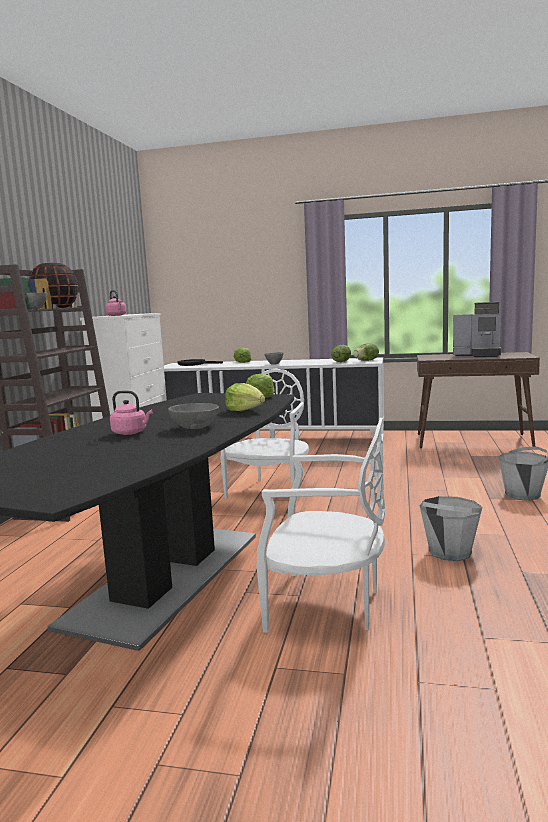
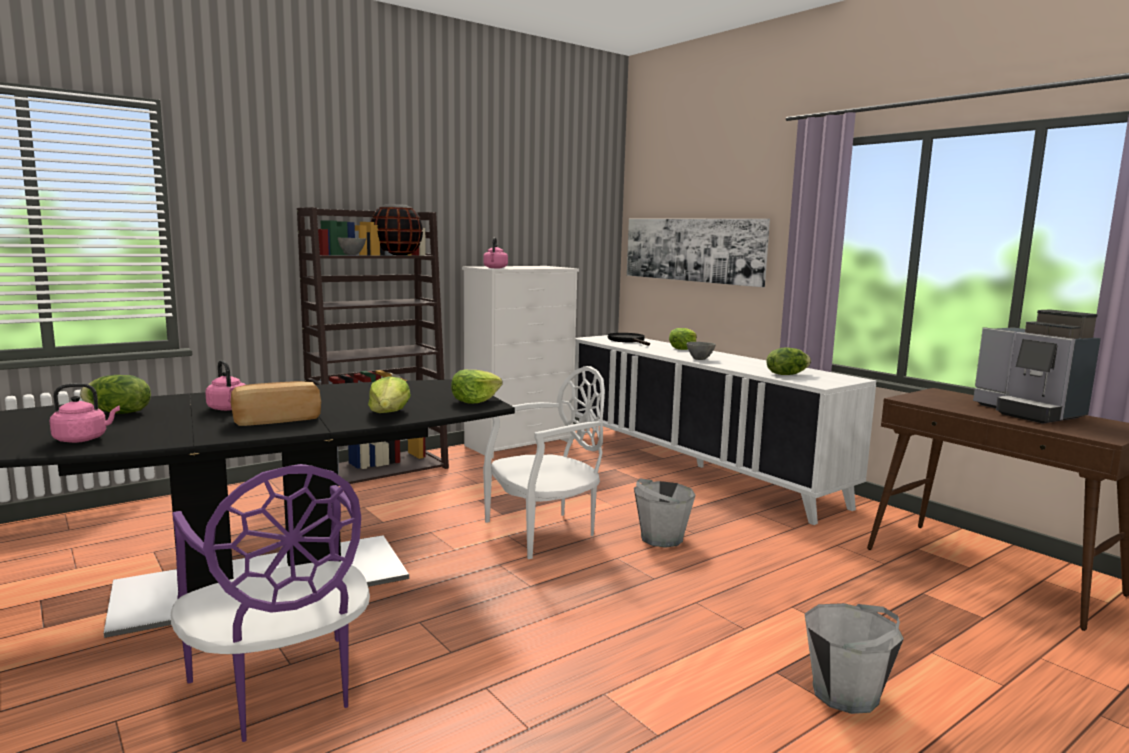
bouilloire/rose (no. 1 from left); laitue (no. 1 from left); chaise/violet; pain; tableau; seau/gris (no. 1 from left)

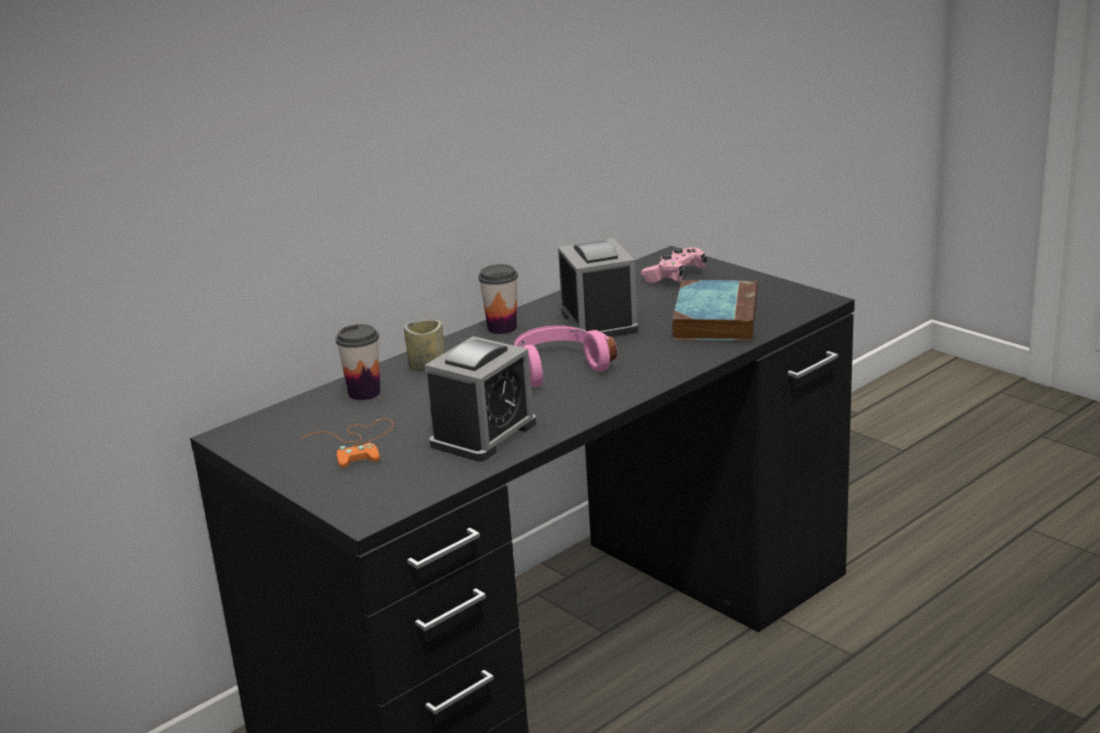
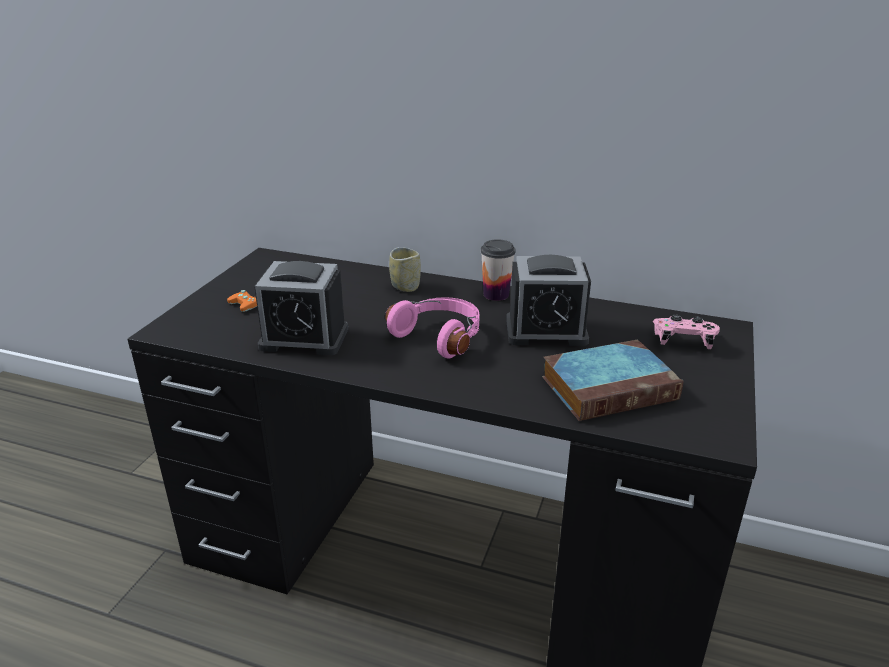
réveil (no. 2 from left); tasse (no. 1 from left in the first image)

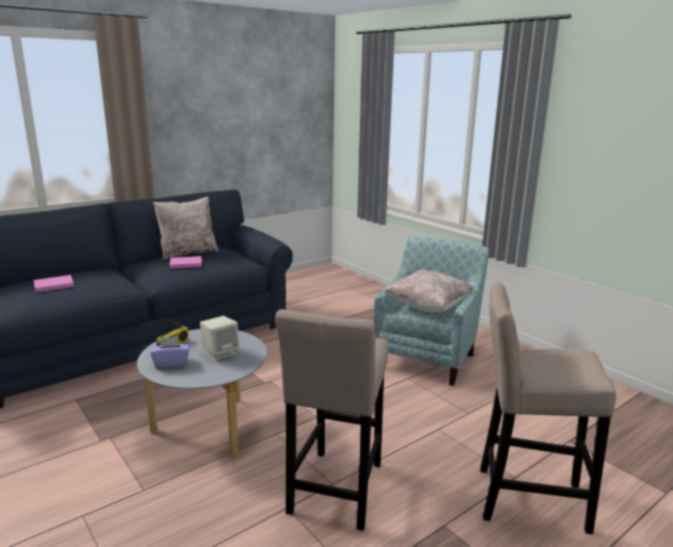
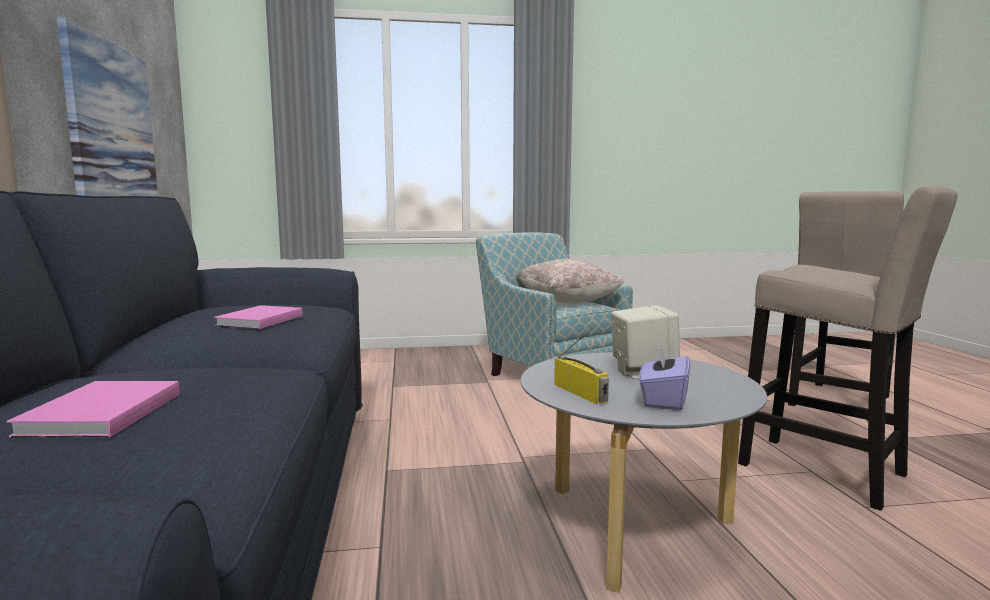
tableau; coussin/beige (no. 1 from left in the first image)

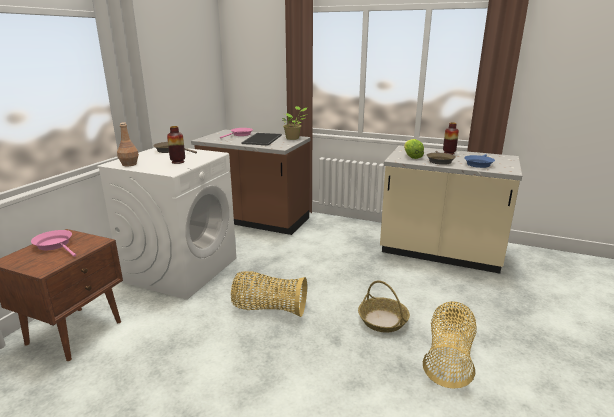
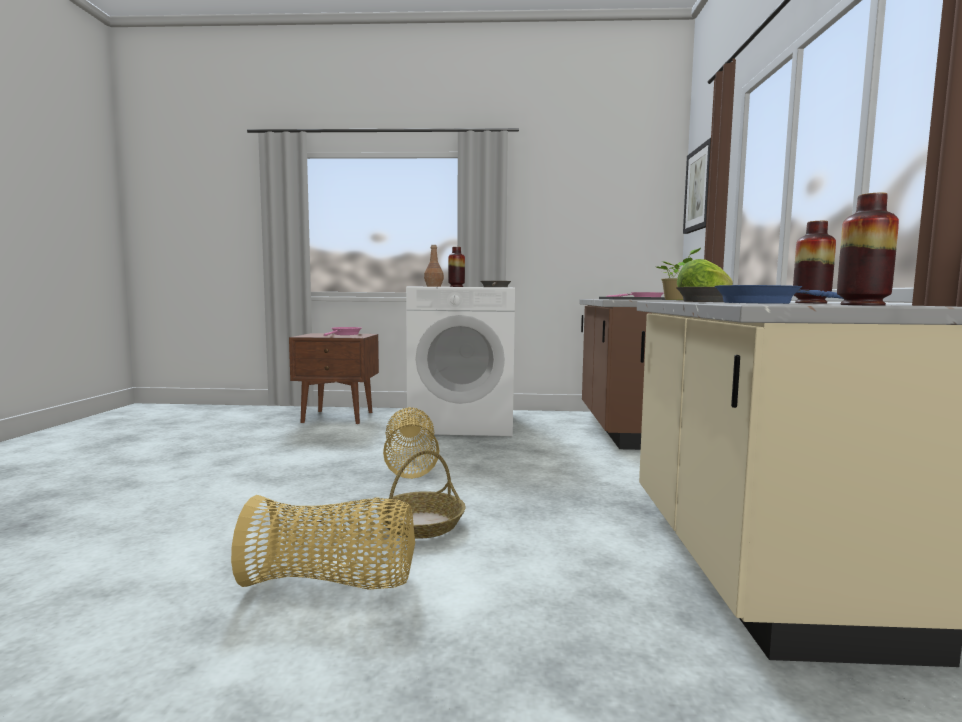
tableau; vase (no. 3 from left)

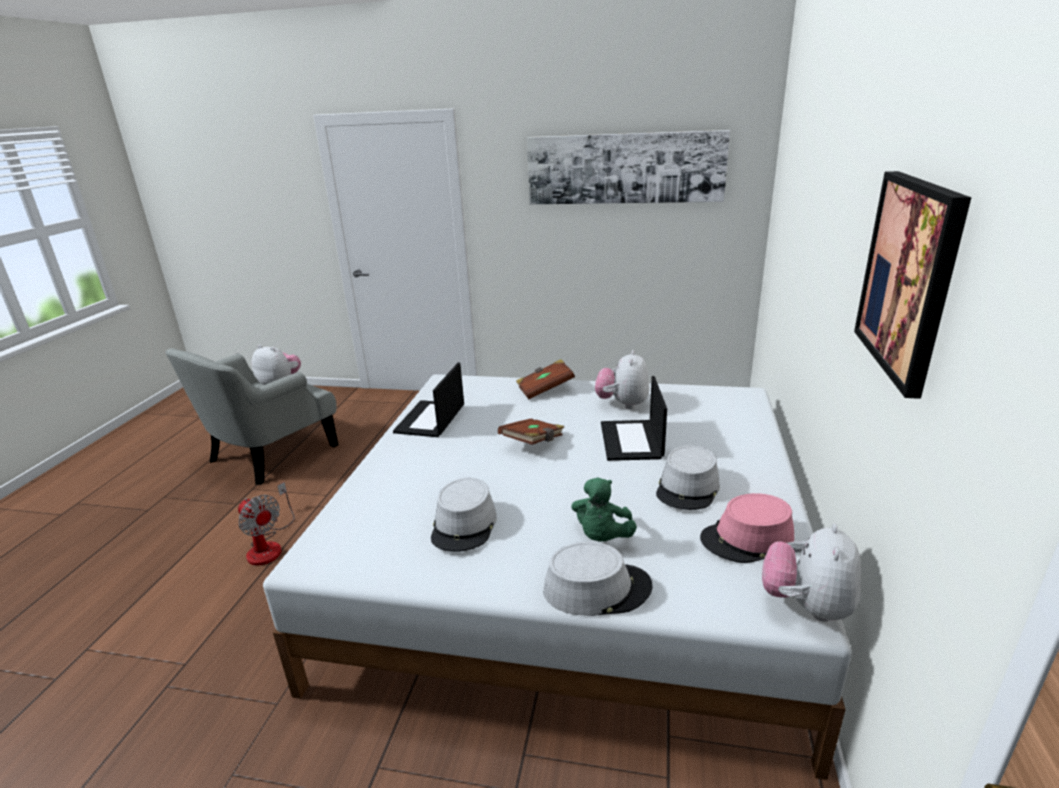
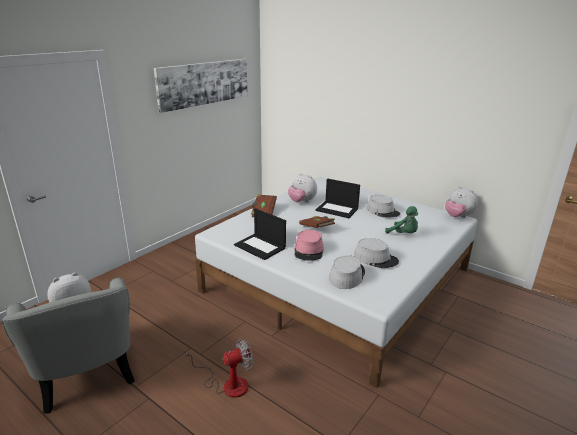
chapeau/rose; chapeau/gris (no. 1 from left); tableau (no. 2 from left in the first image)

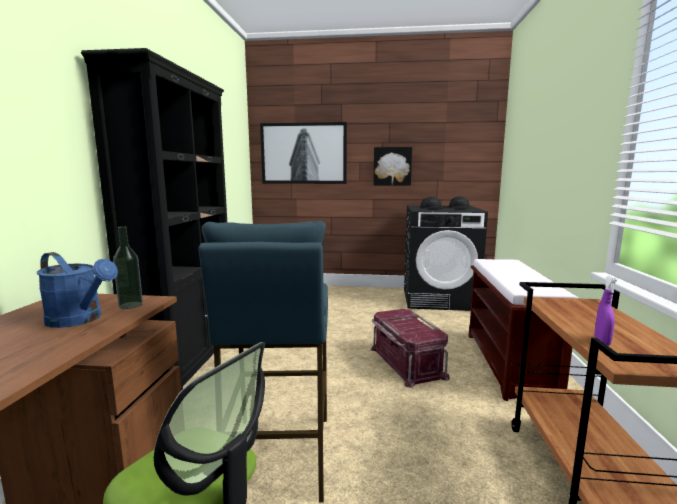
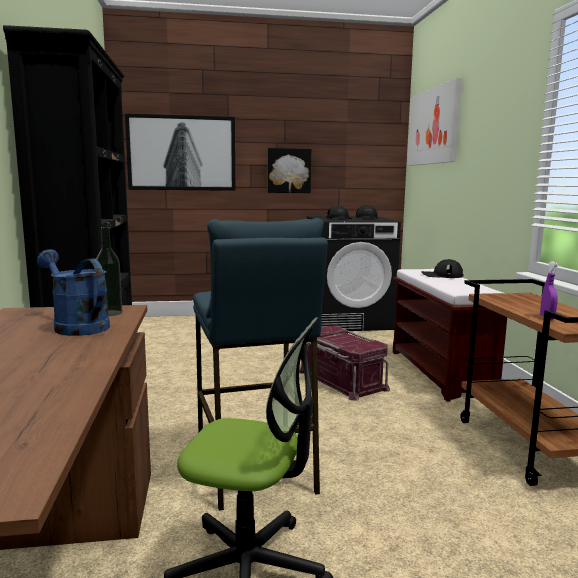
arrosoir/bleu; tableau (no. 3 from left); casquette/noir (no. 3 from left)

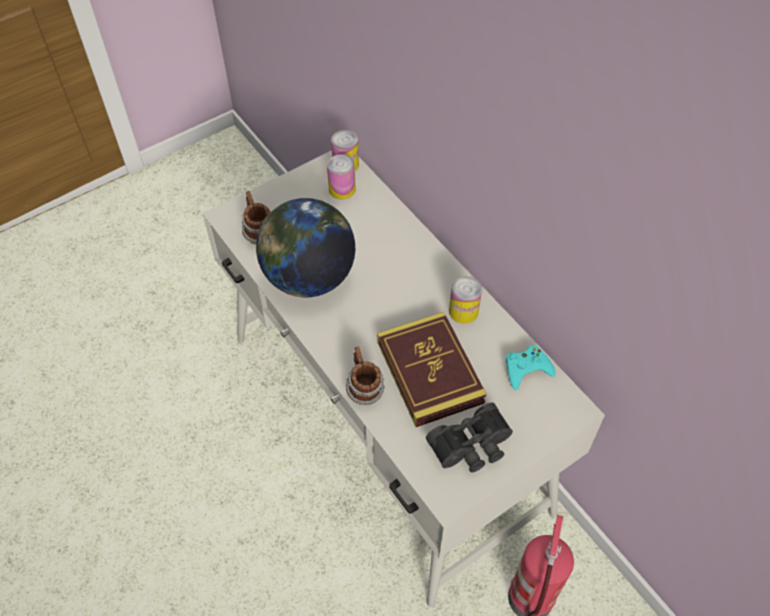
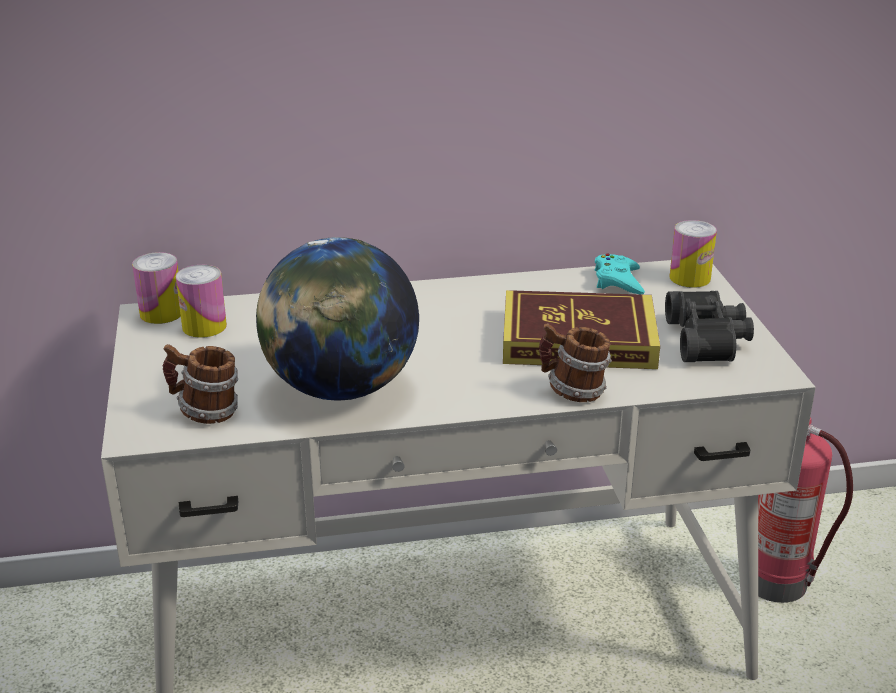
boîte métallique (no. 3 from left)

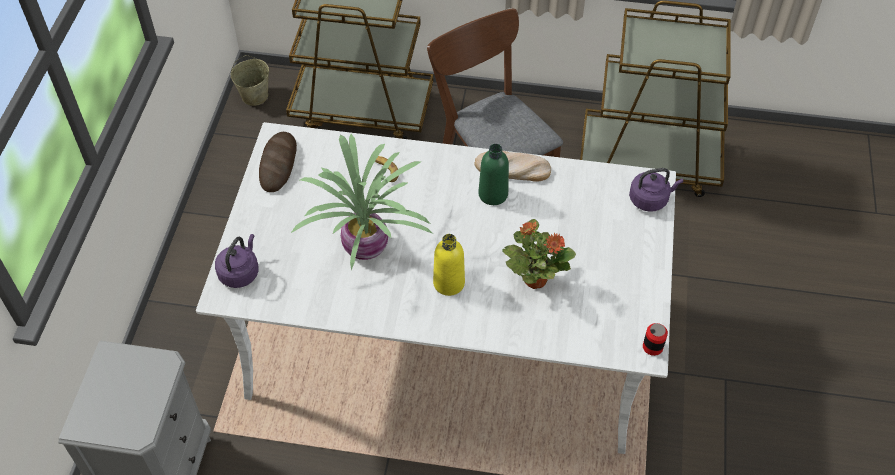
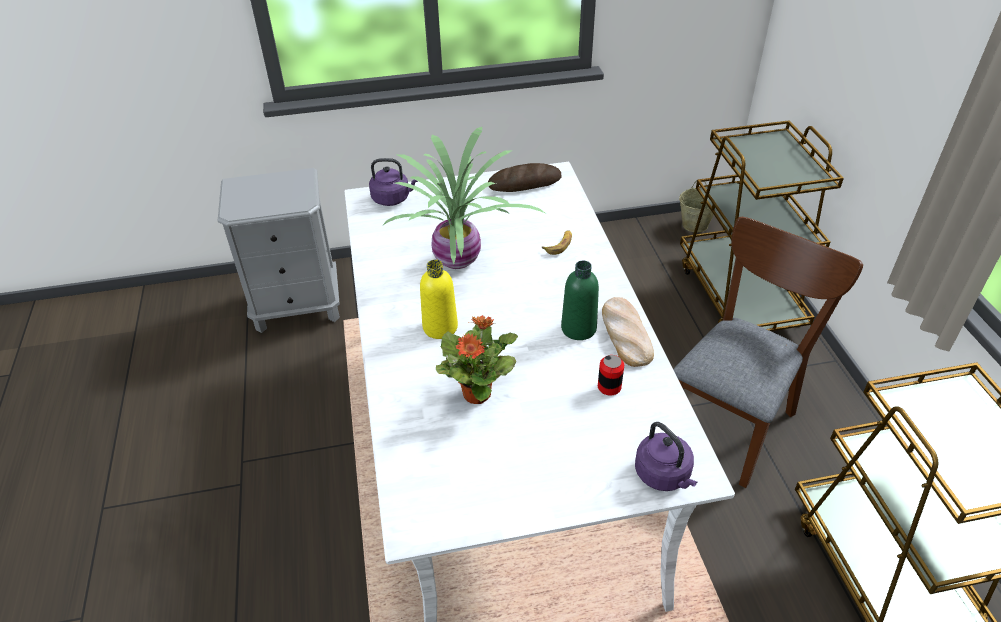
boîte métallique

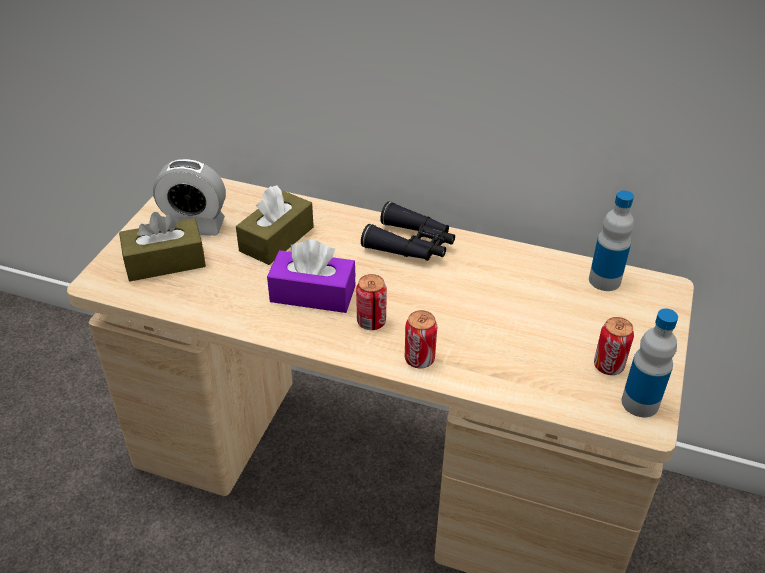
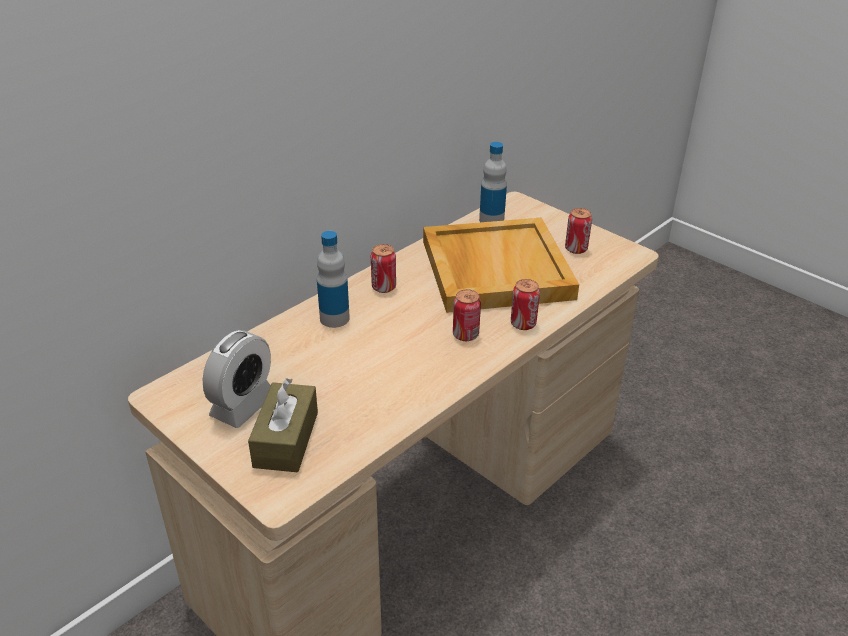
bouteille (no. 1 from left); boîte métallique (no. 1 from left); plateau/beige; boîte à mouchoirs/marron (no. 2 from left in the first image); boîte à mouchoirs/violet

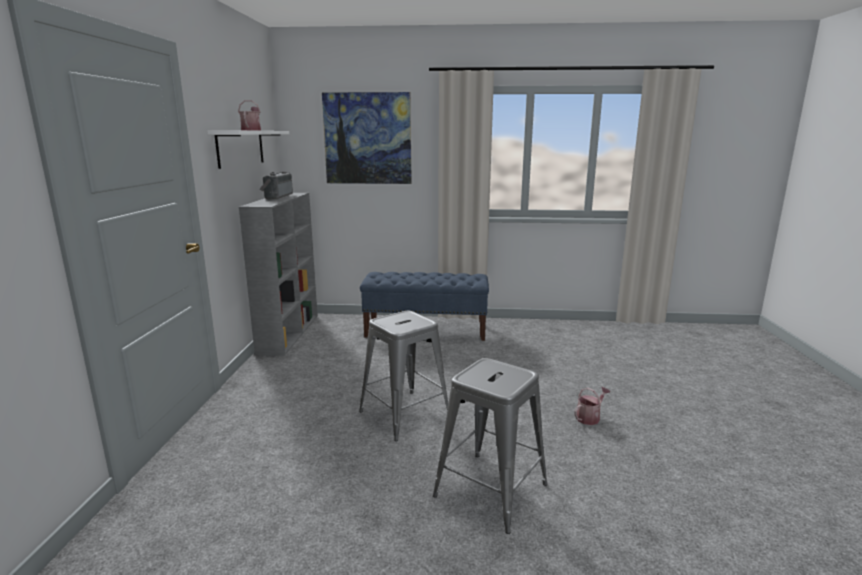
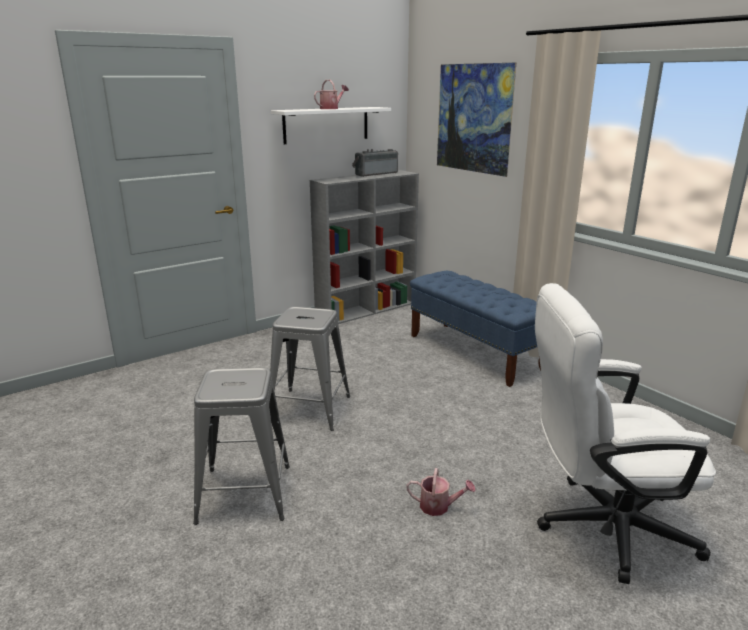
chaise de bureau/blanc

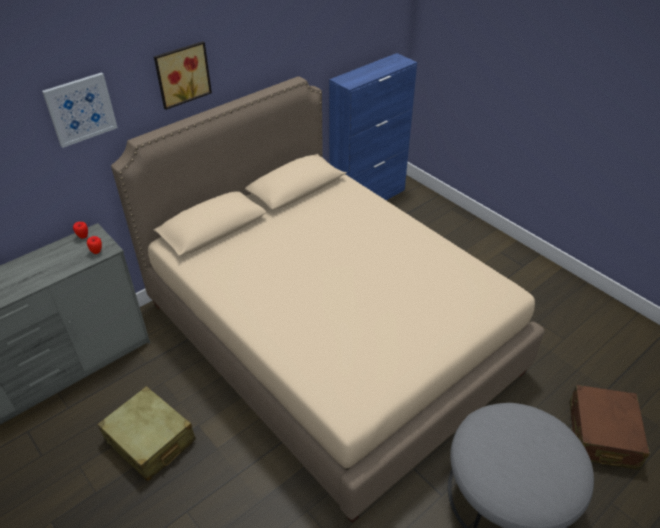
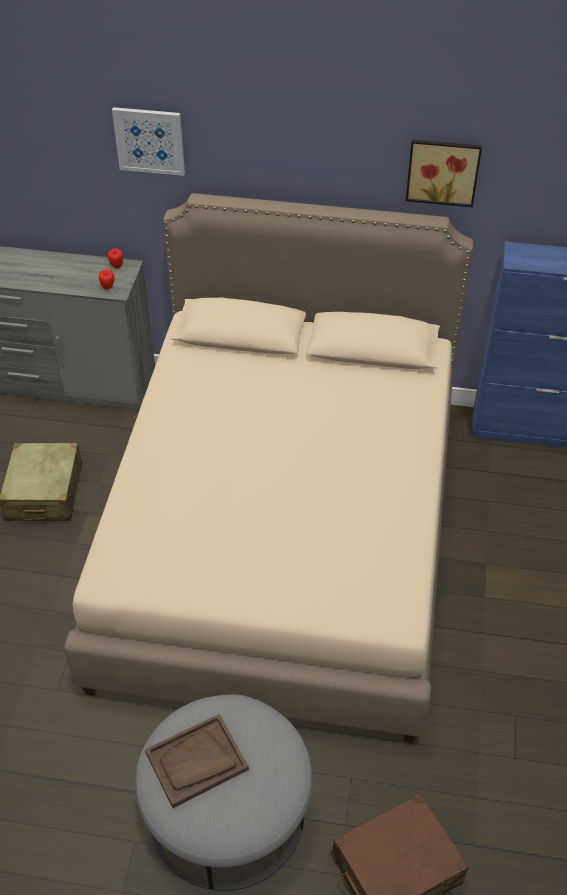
plateau/marron; tableau (no. 2 from left)

